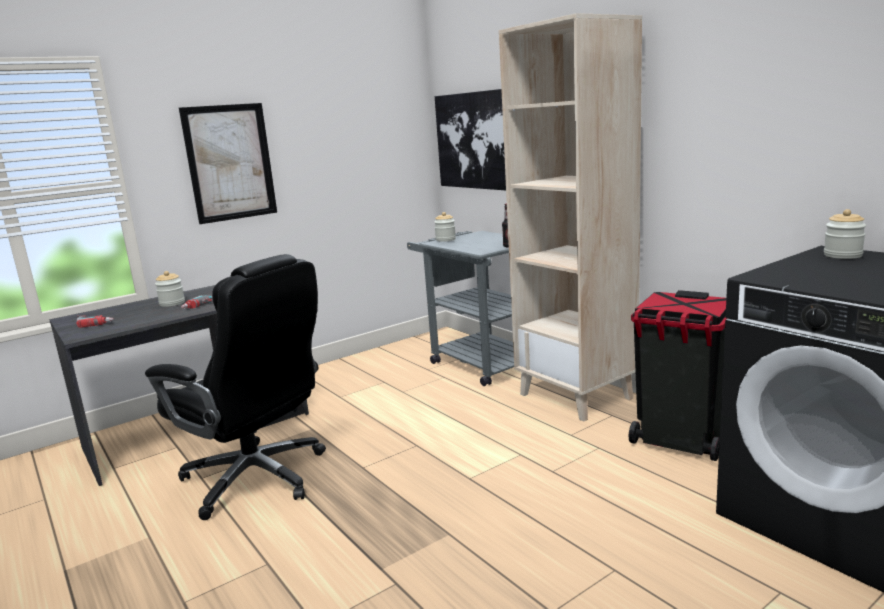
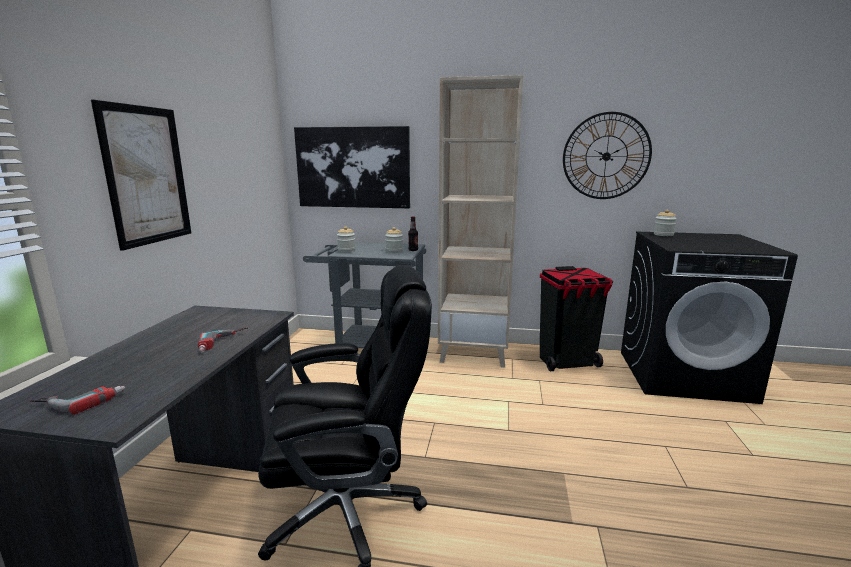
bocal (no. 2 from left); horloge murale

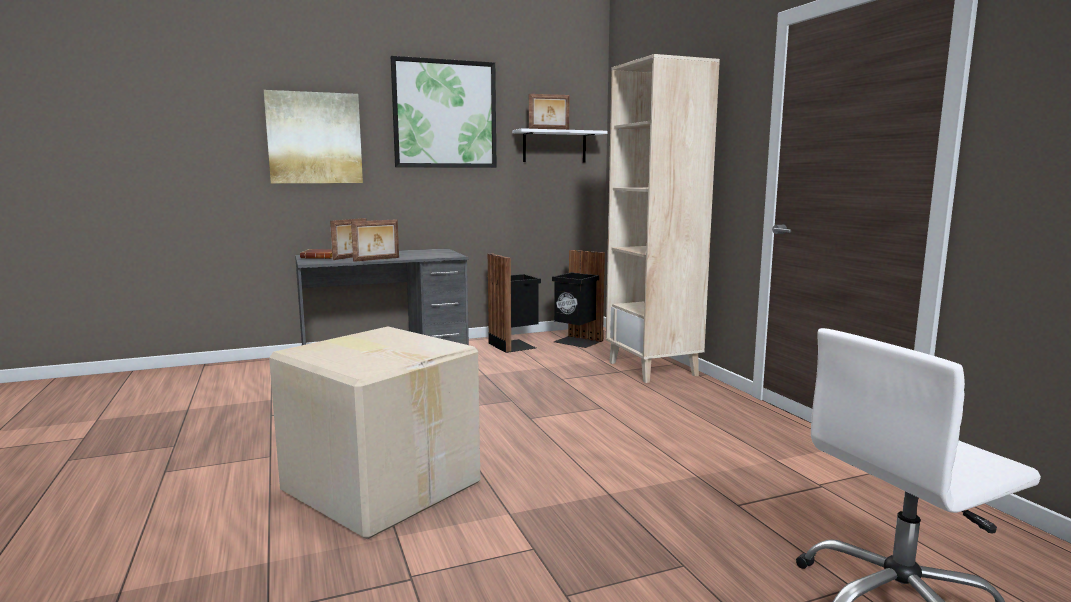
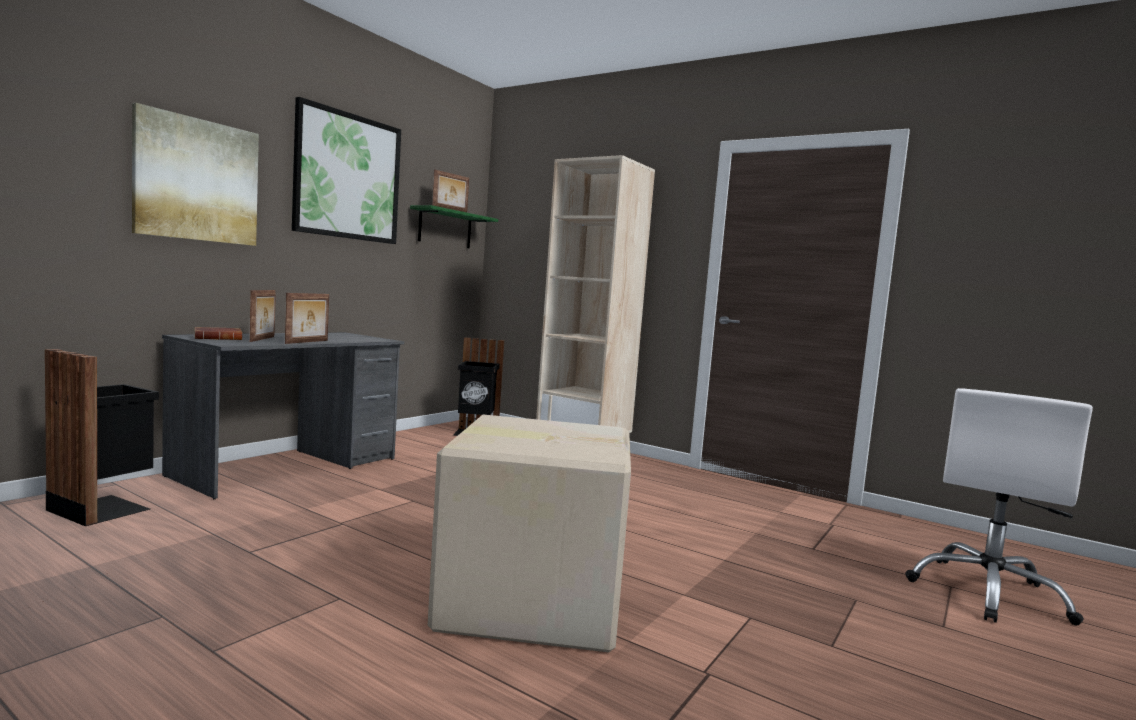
poubelle/noir (no. 1 from left); étagère/vert

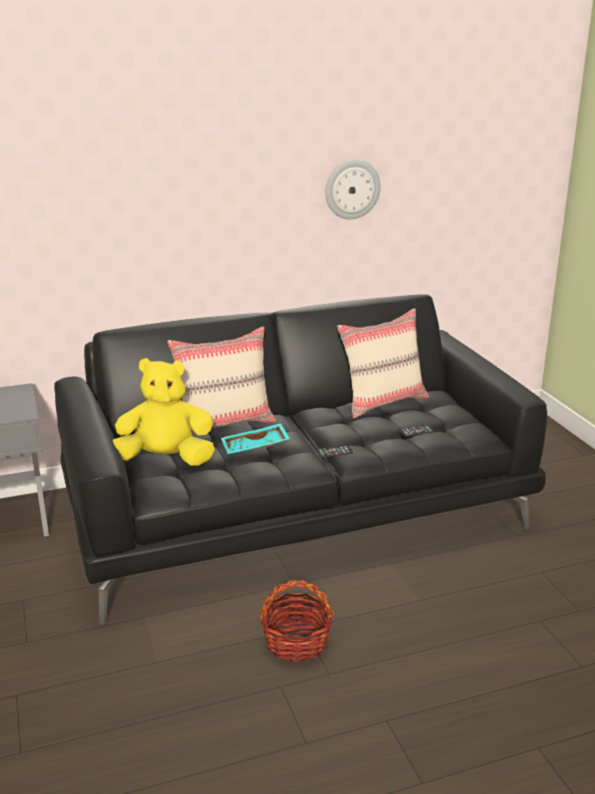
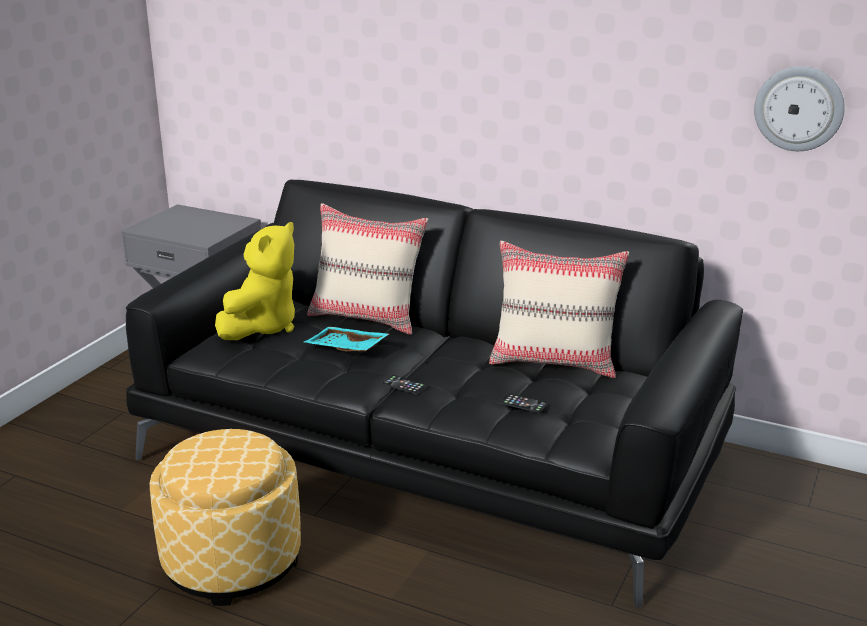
pouf; peluche/jaune; horloge murale

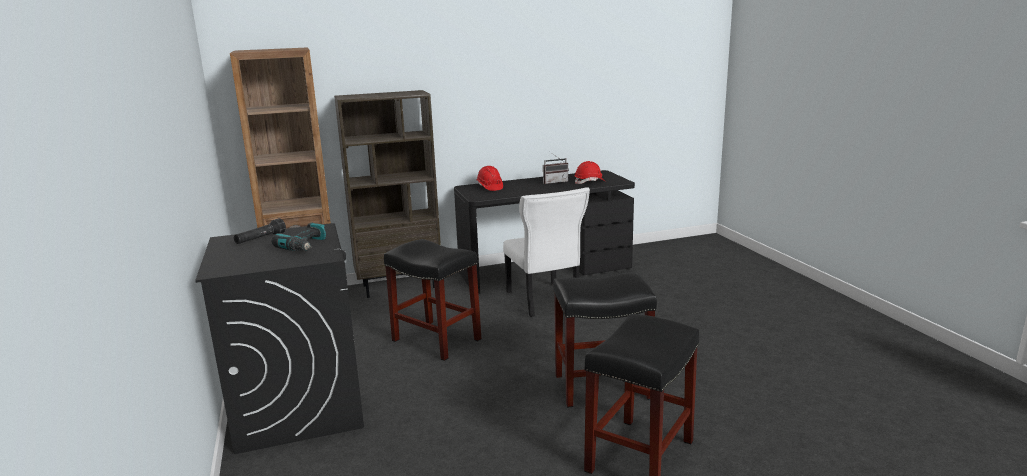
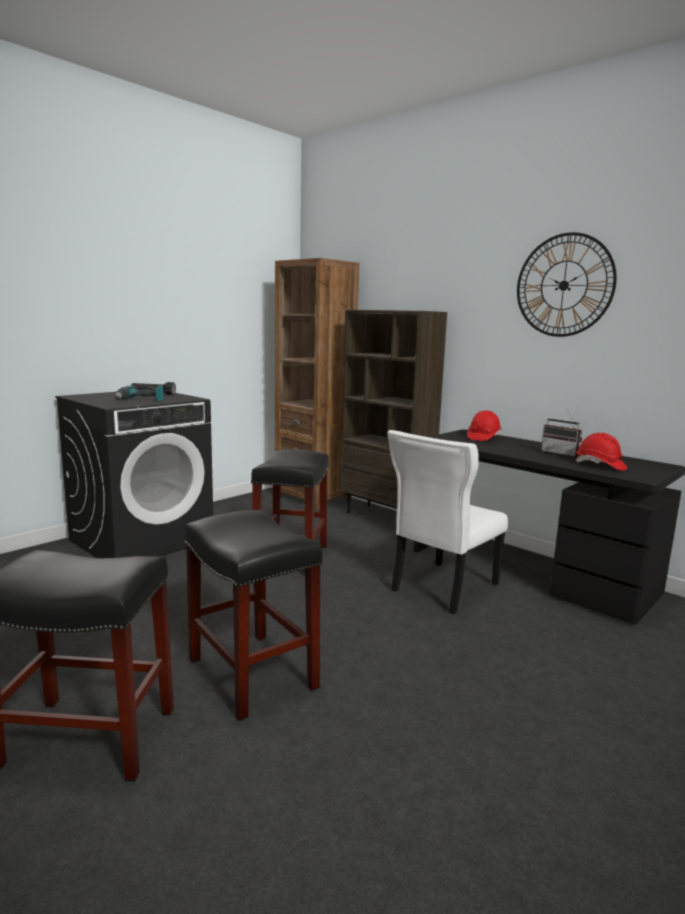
horloge murale

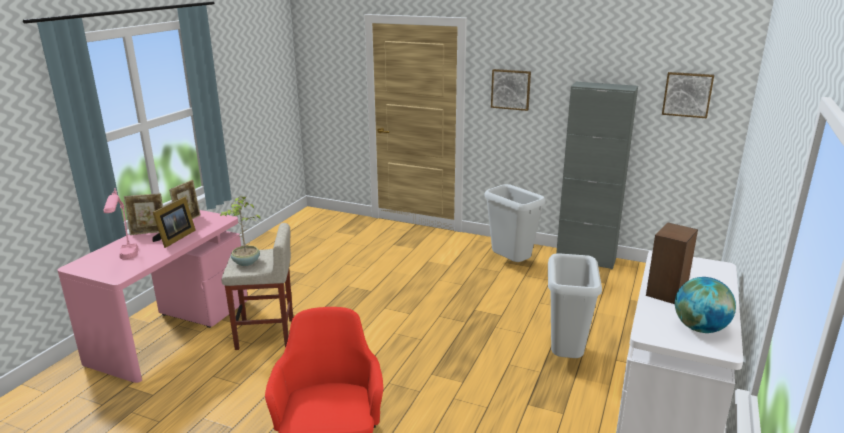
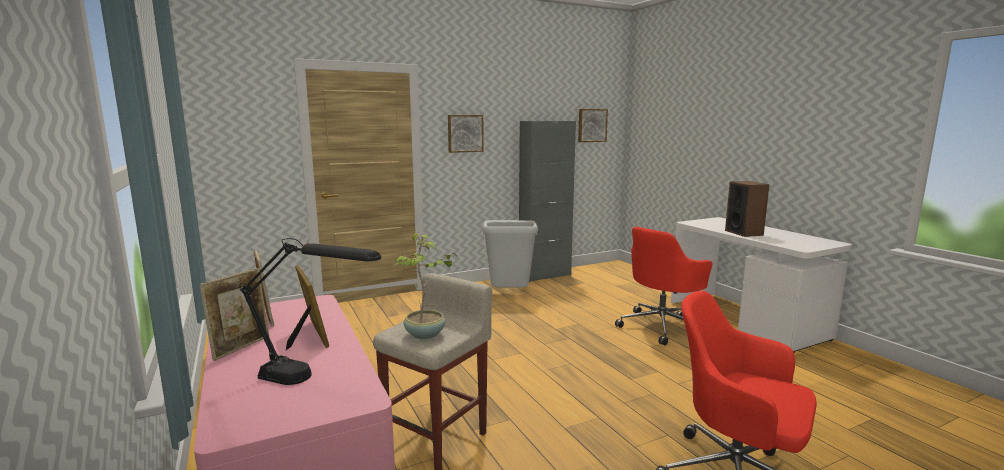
lampe de table/noir; chaise de bureau/rouge (no. 1 from left); globe

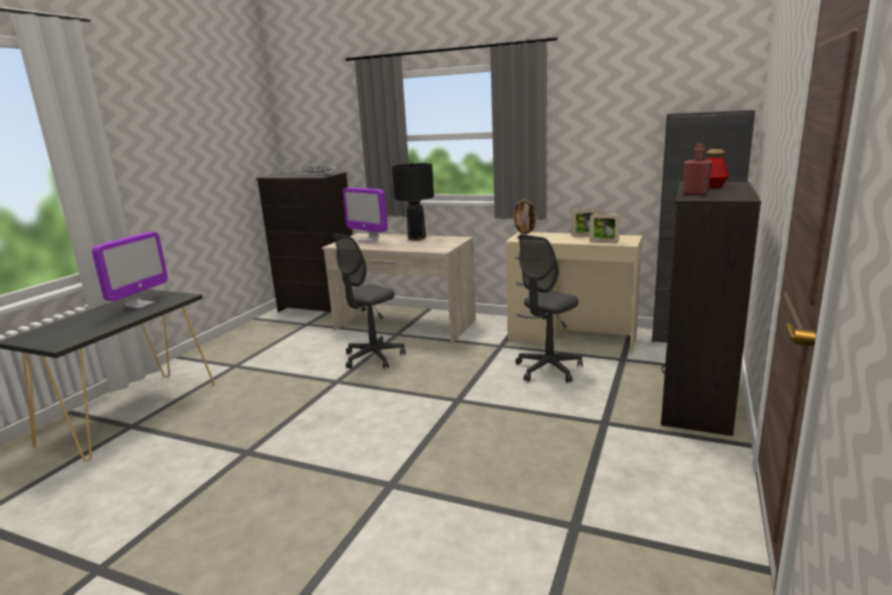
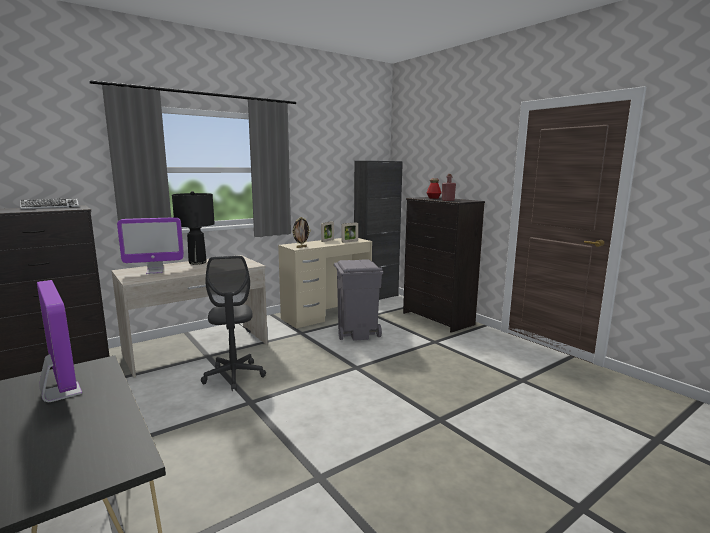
poubelle/gris

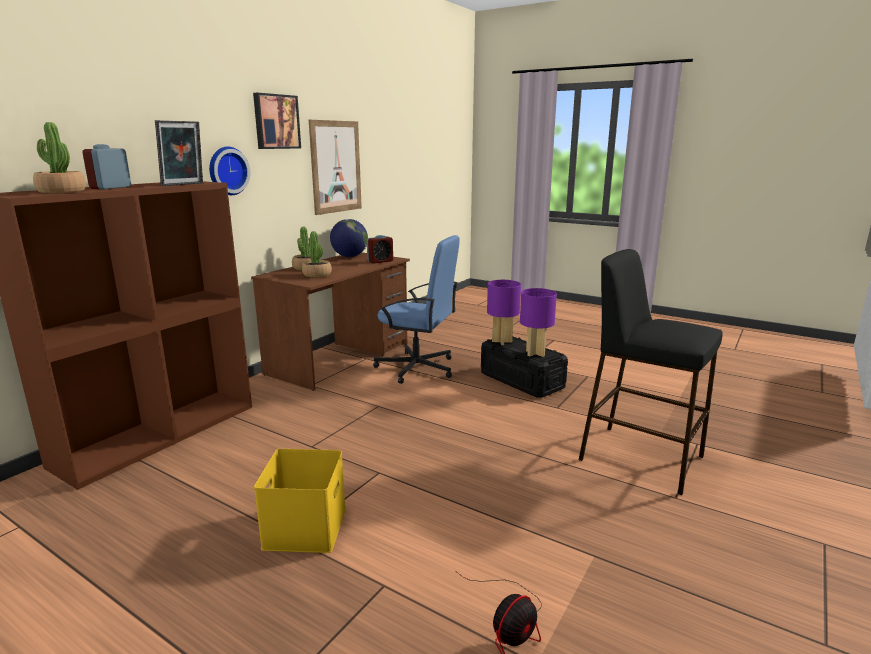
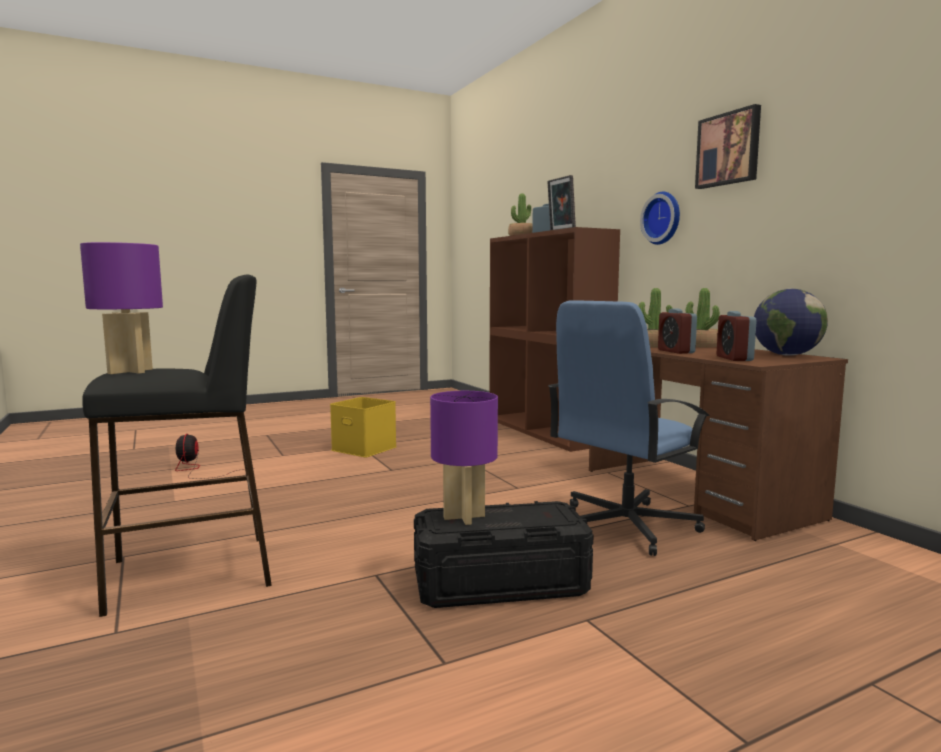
lampe de table/violet (no. 1 from left); réveil (no. 2 from left); tableau (no. 2 from left in the first image)

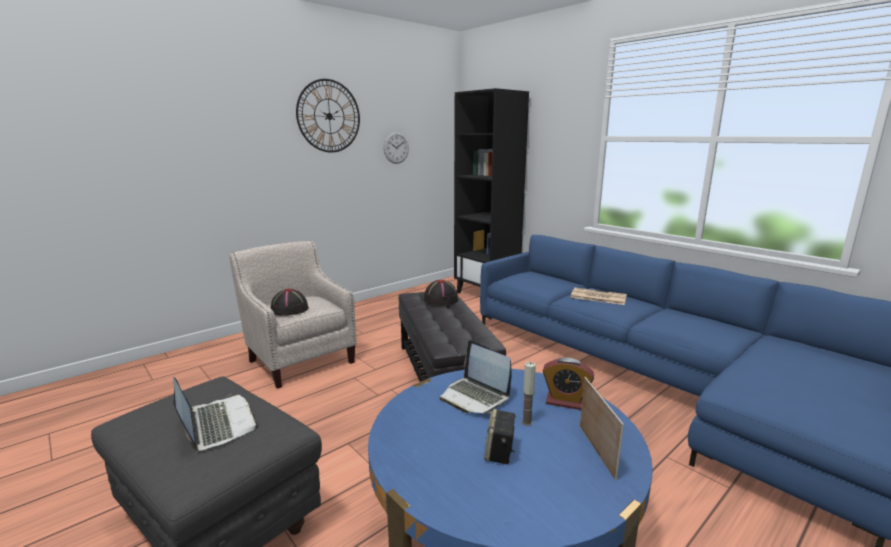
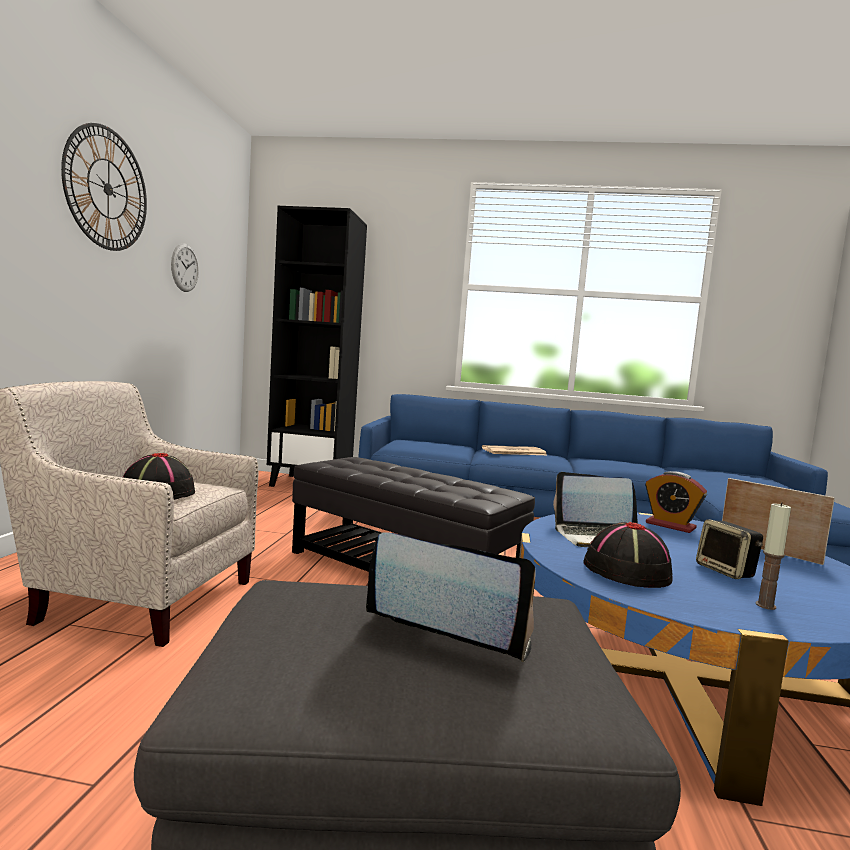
chapeau/noir (no. 2 from left); réveil; bougie

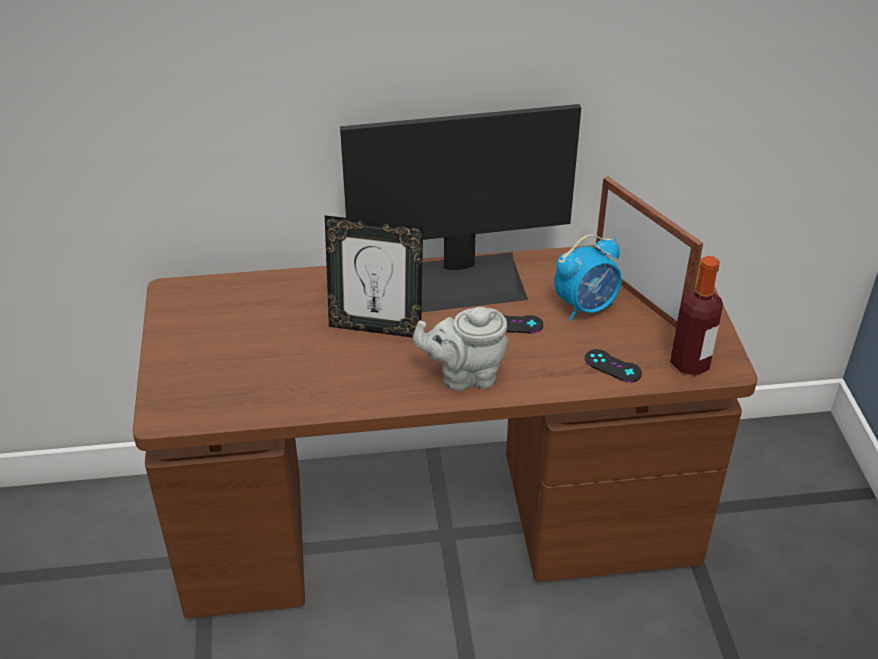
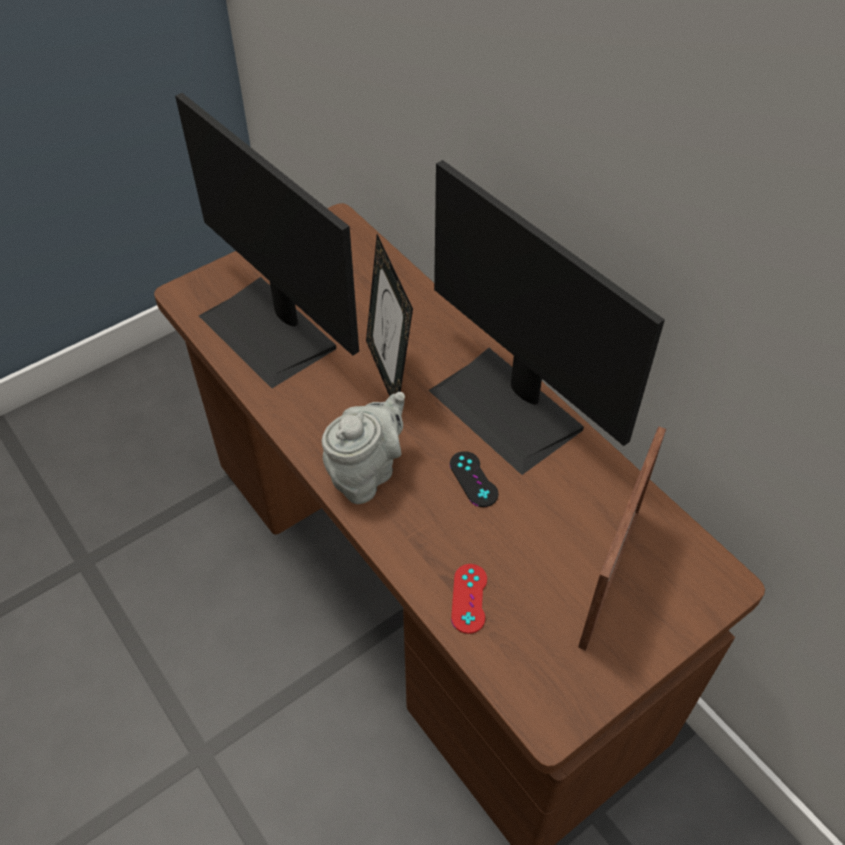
écran d'ordinateur (no. 1 from left); théière/gris; manette/rouge; réveil; bouteille

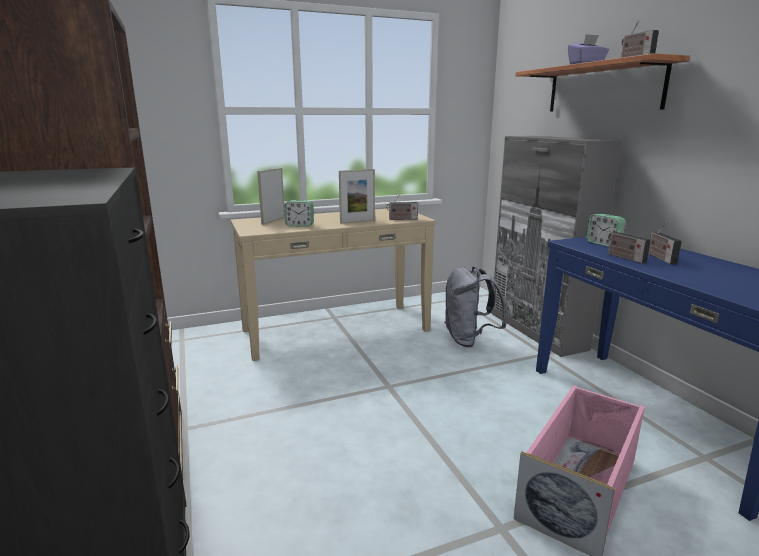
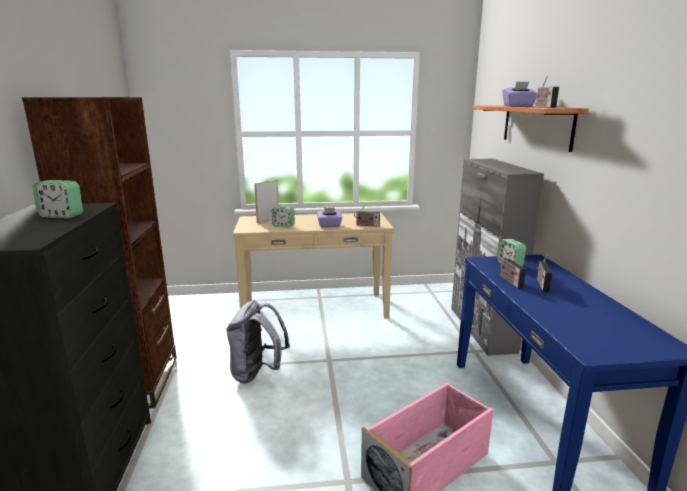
réveil (no. 1 from left); sac à dos/gris; boîte à mouchoirs/violet (no. 1 from left)

